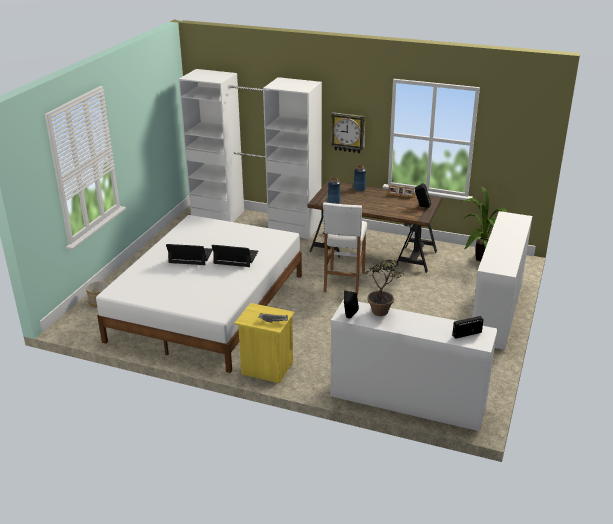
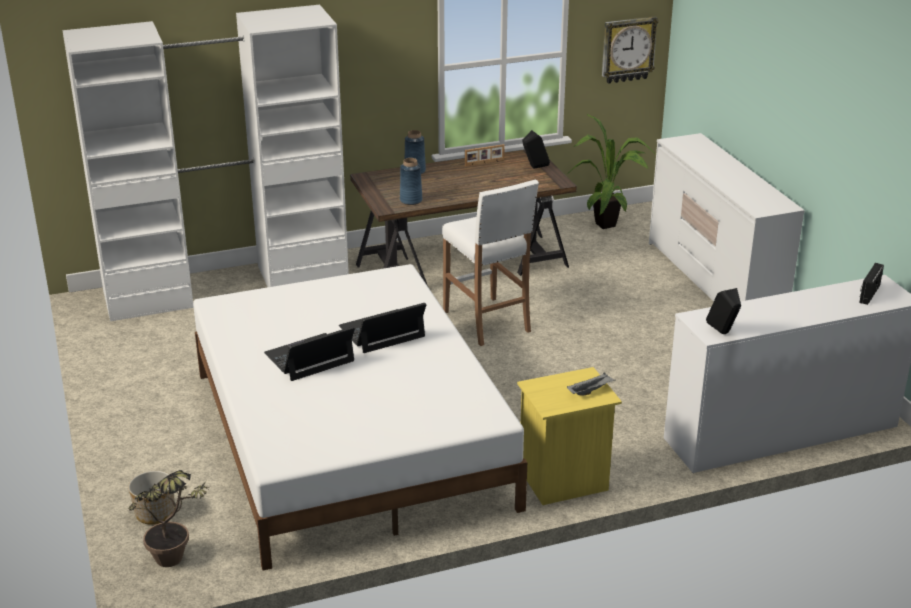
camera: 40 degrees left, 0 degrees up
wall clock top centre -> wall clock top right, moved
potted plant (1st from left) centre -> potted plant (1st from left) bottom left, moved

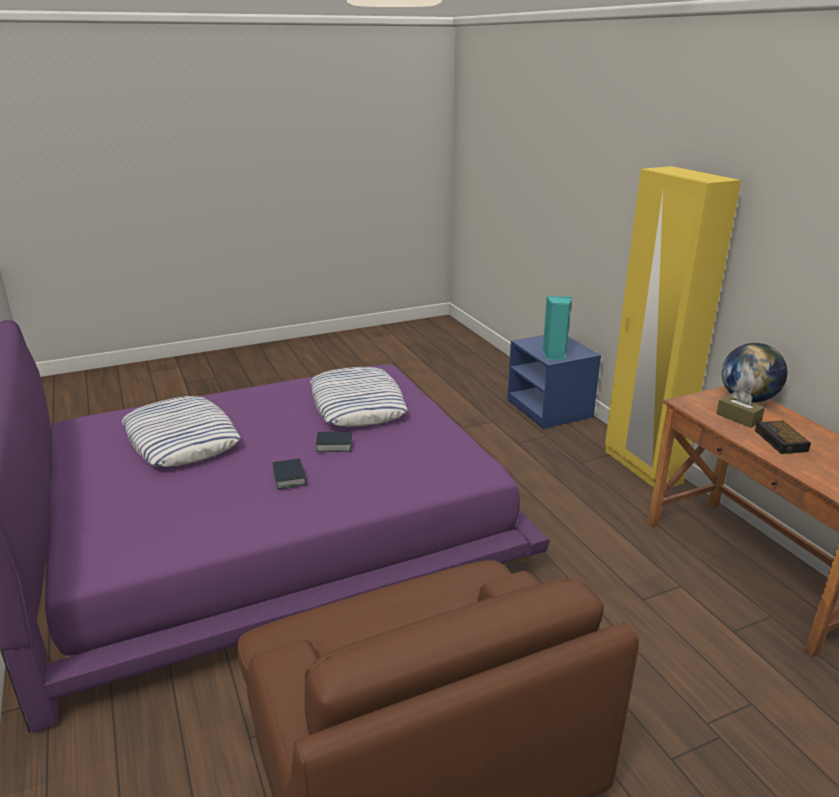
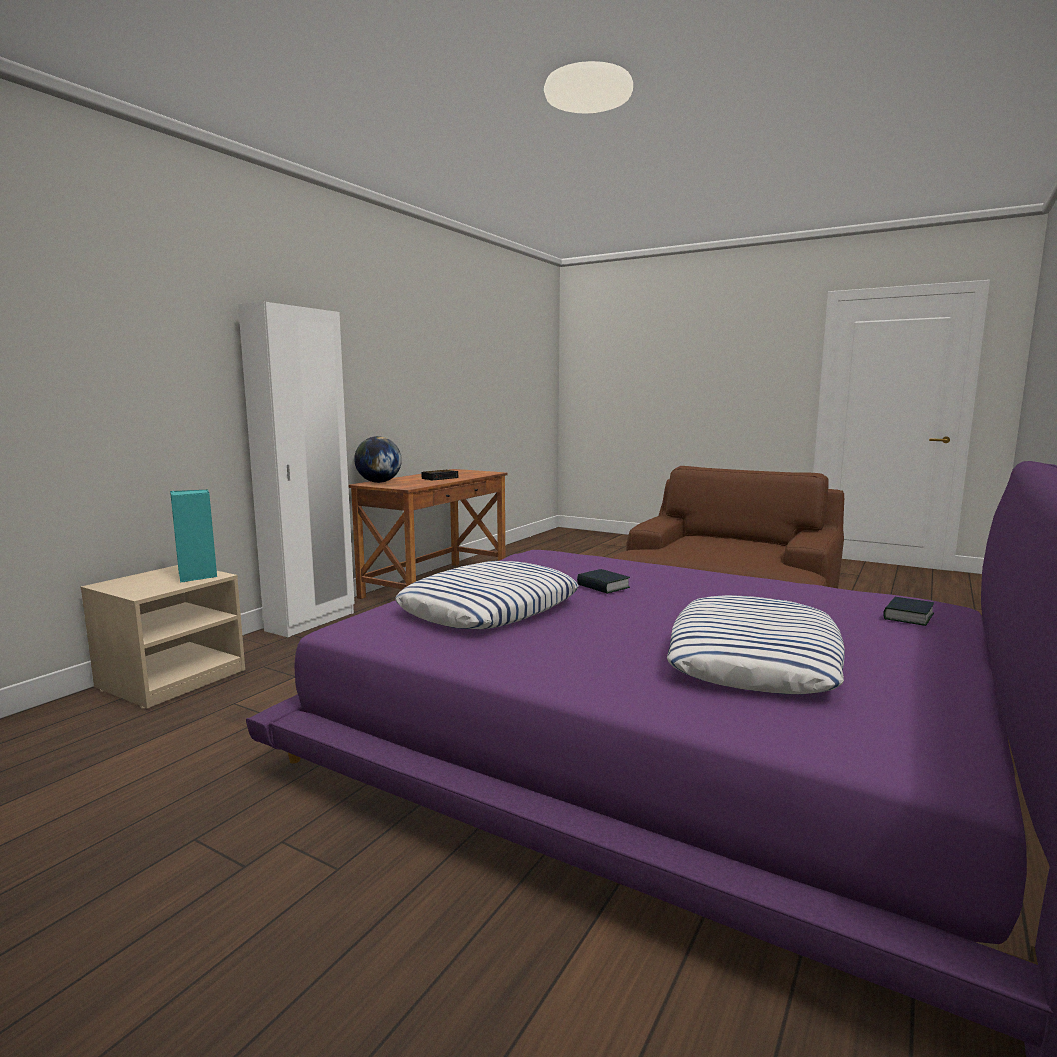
camera: 125 degrees left, 15 degrees down
wardrobe in yellow middle right -> wardrobe in white middle left
nightstand in blue centre -> nightstand in beige middle left
tissue box in brown middle right -> none
book (1st from left in the first image) centre -> book (2nd from left) middle right, moved

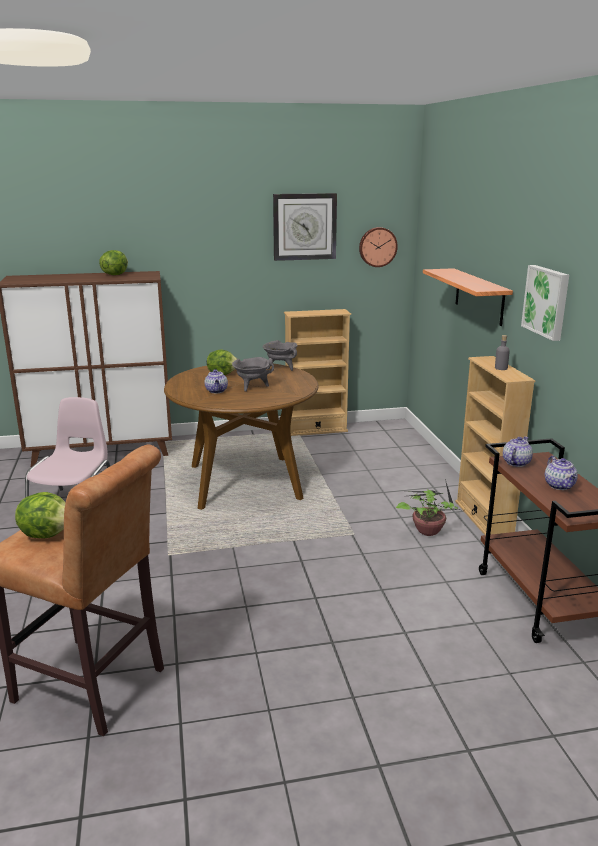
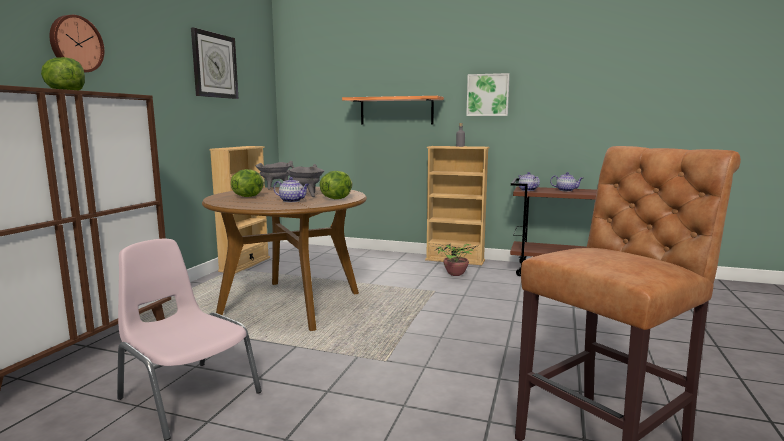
camera: 60 degrees left, 10 degrees down
wall clock (2nd from left in the first image) top centre -> wall clock (1st from left) top left, moved
lettuce (1st from left in the first image) middle left -> lettuce (3rd from left) centre, moved

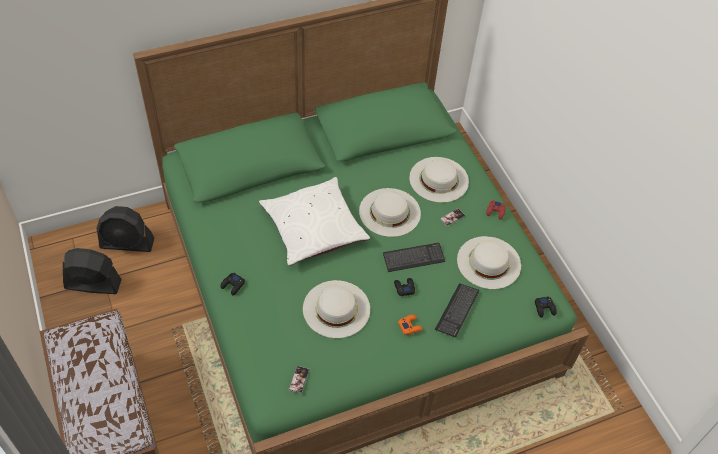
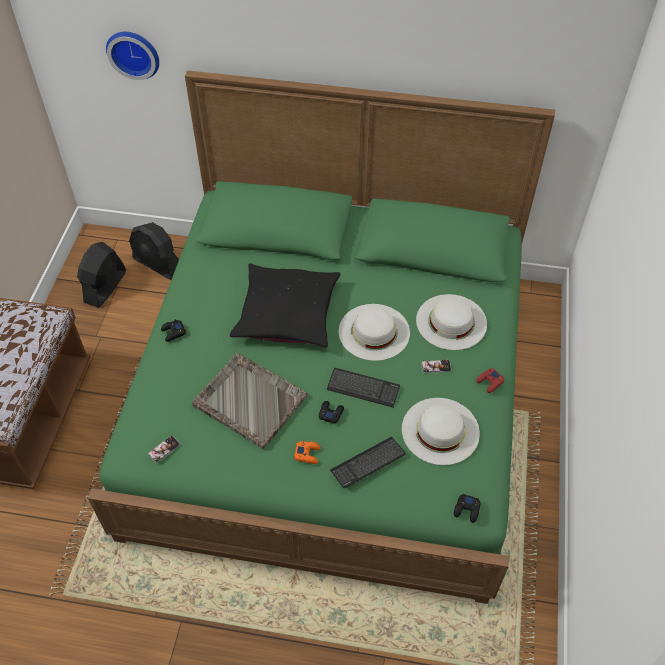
camera: 35 degrees right, 0 degrees up
pillow in white centre -> pillow in black centre
fan in black (1st from left) middle left, 105 degrees counterclockwise
hat in white (1st from left) bottom centre -> tray in grey centre
none -> wall clock top left

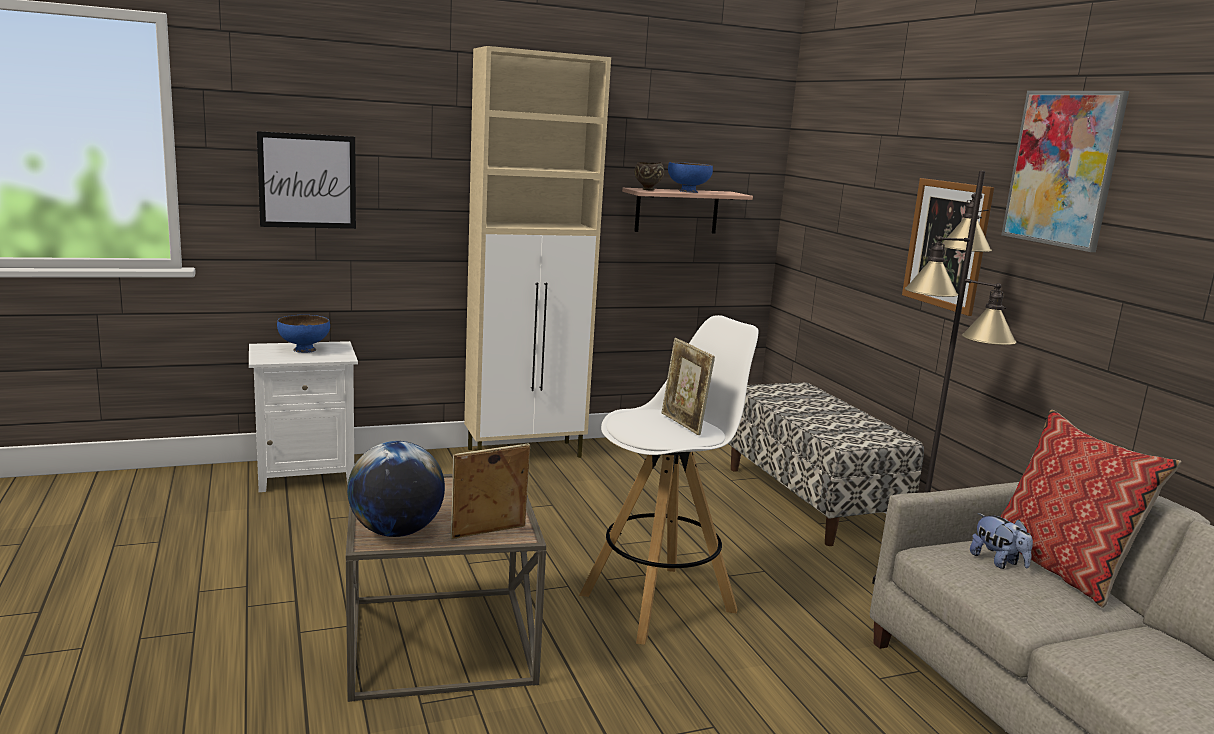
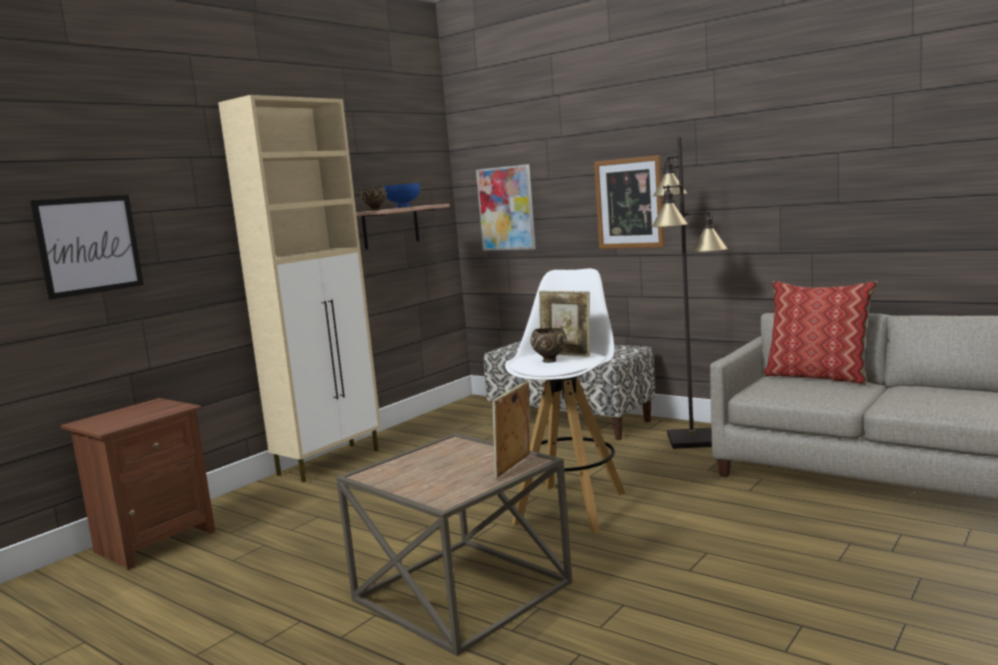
camera: 30 degrees left, 5 degrees down
picture (3rd from left in the first image) top right -> picture (2nd from left) top centre, moved
bowl in blue (1st from left) middle left -> none
nightstand in white middle left -> nightstand in brown bottom left
globe middle left -> none
plush toy bottom right -> none
none -> bowl in brown (2nd from left) centre

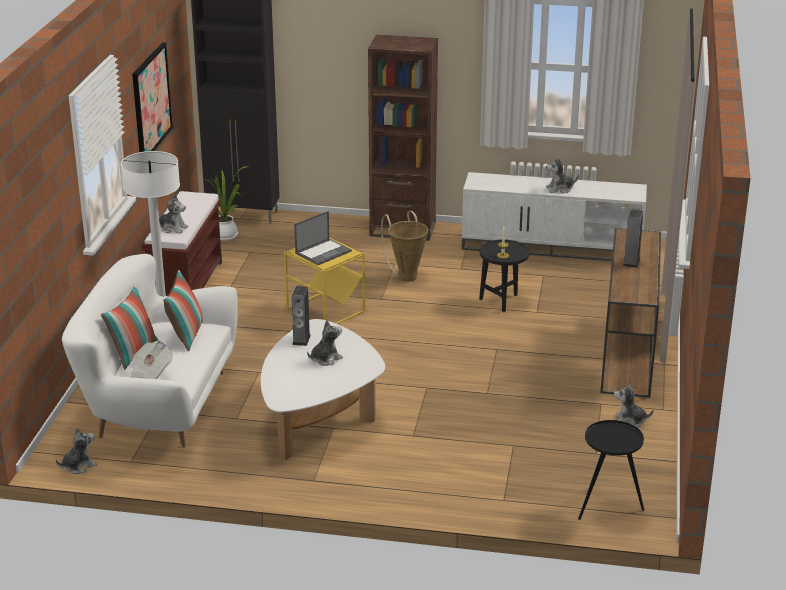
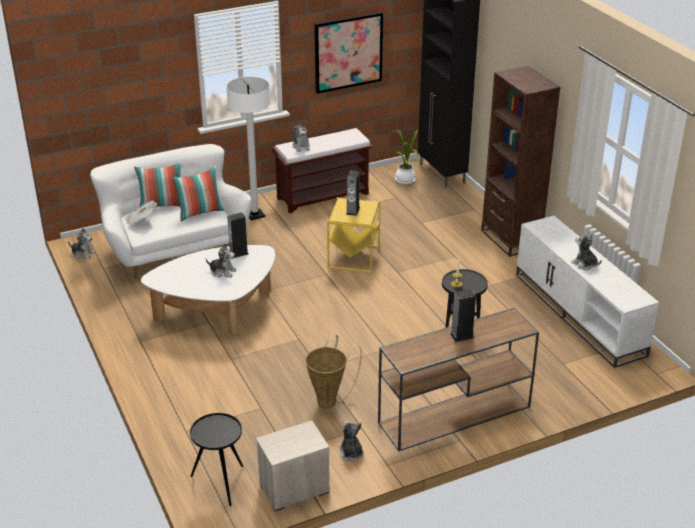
camera: 55 degrees right, 5 degrees up
laptop centre -> speaker (2nd from left) centre
basket centre -> basket bottom centre, moved
none -> nightstand bottom centre

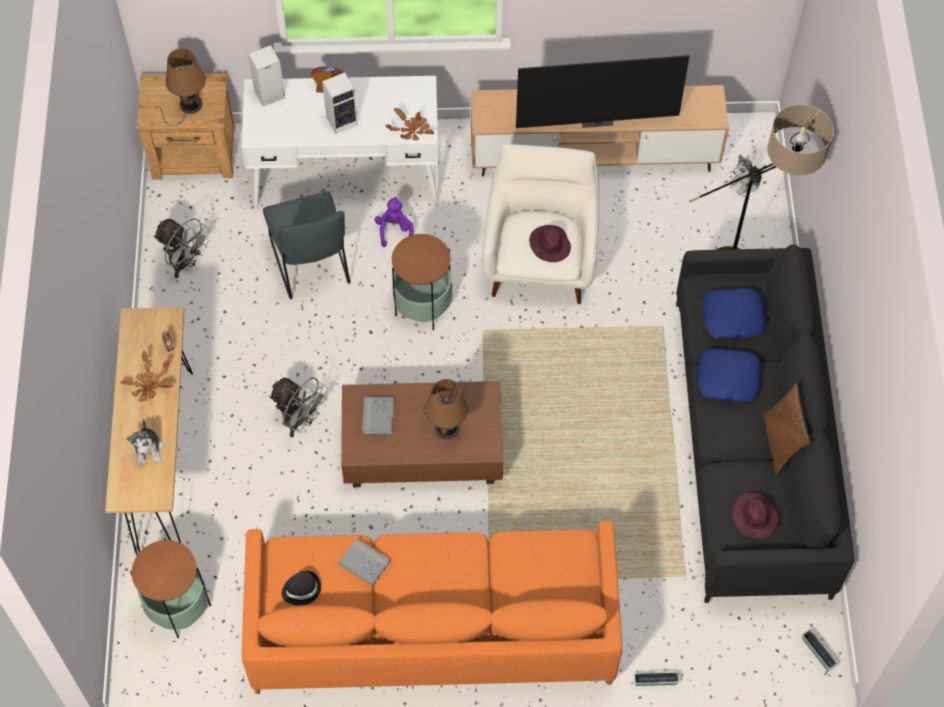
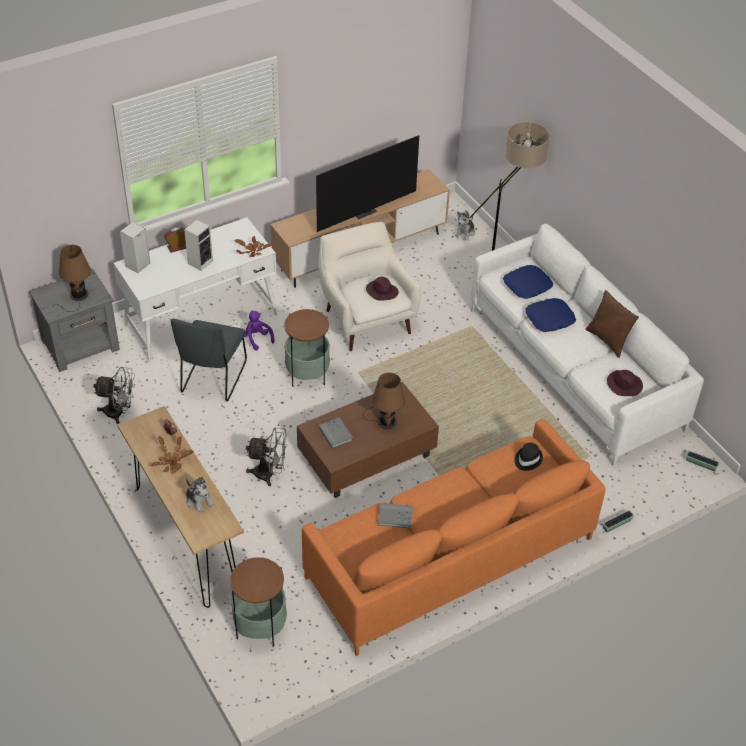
camera: 30 degrees left, 15 degrees down
nightstand in brown top left -> nightstand in grey middle left
chair in grey middle left, 60 degrees clockwise
sofa in black middle right -> sofa in white middle right
hat in black bottom left -> hat in black middle right, moved

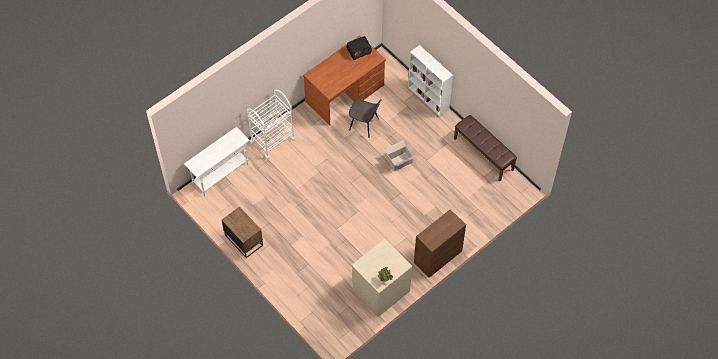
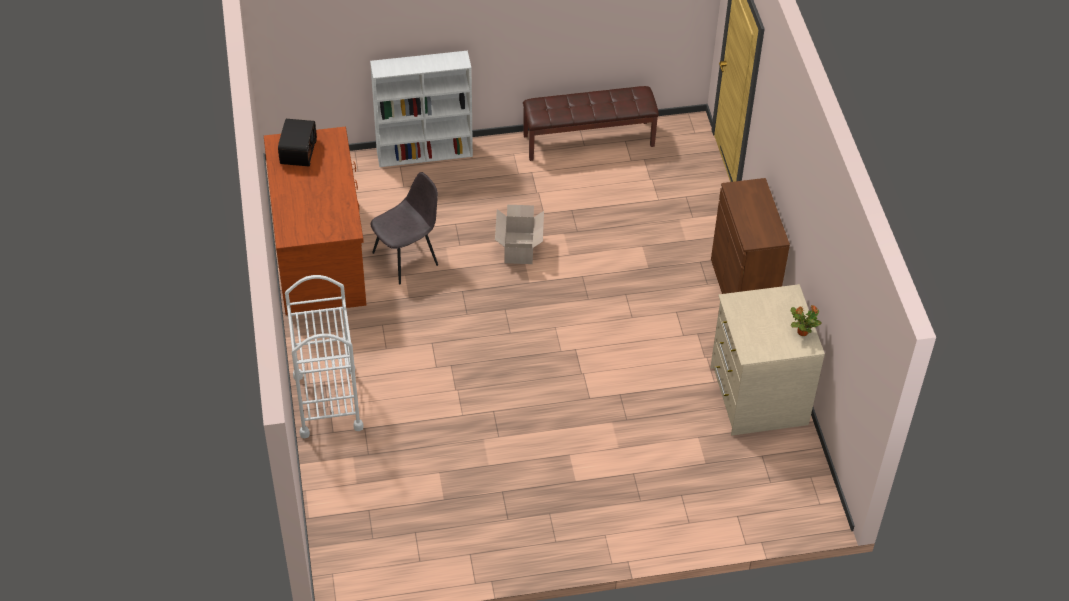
camera: 60 degrees left, 10 degrees down
console table in white middle left -> none
nightstand in brown centre -> none

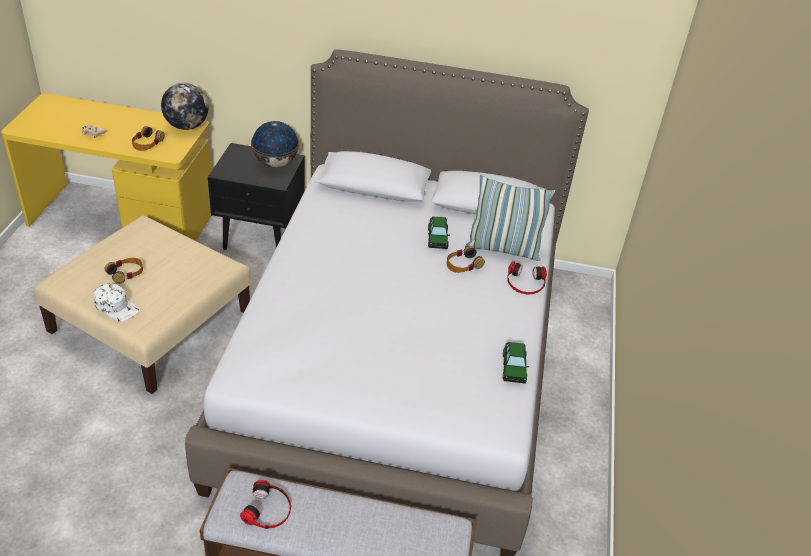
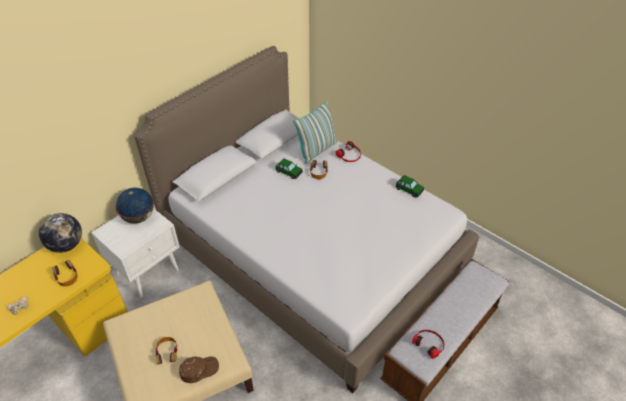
camera: 55 degrees left, 5 degrees up
nightstand in black middle left -> nightstand in white middle left
cap in white middle left -> cap in brown bottom left

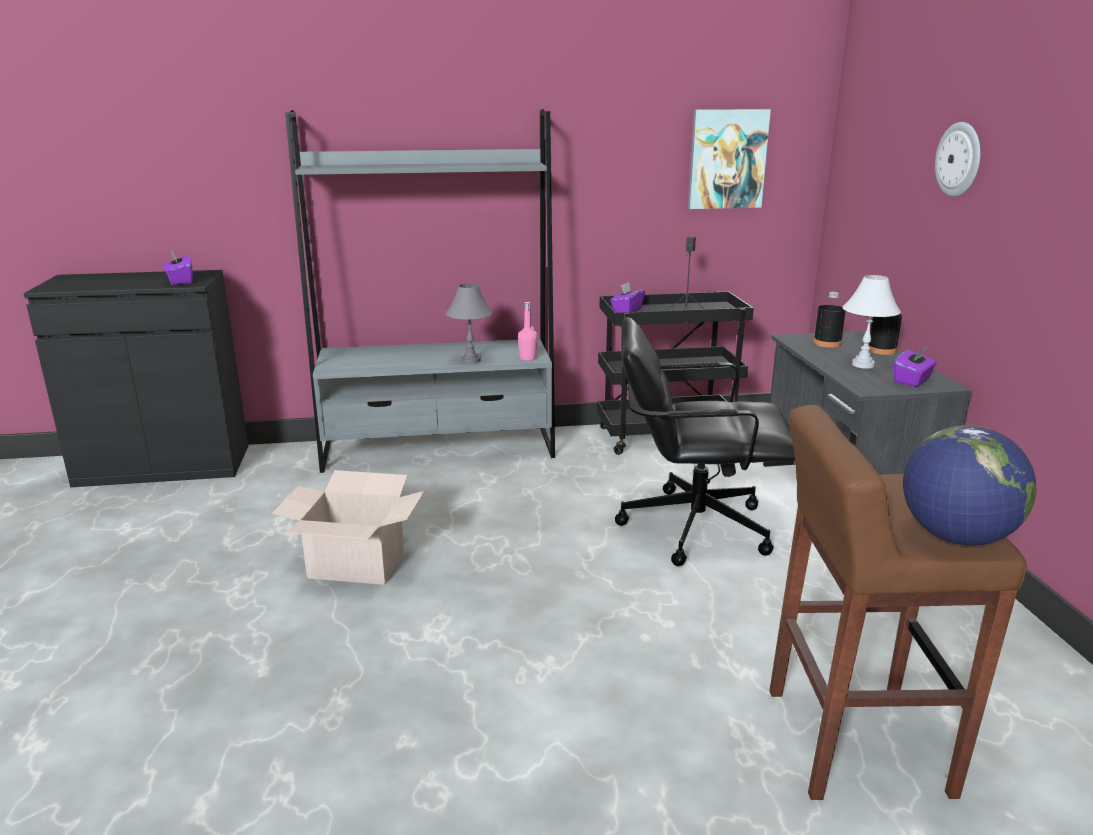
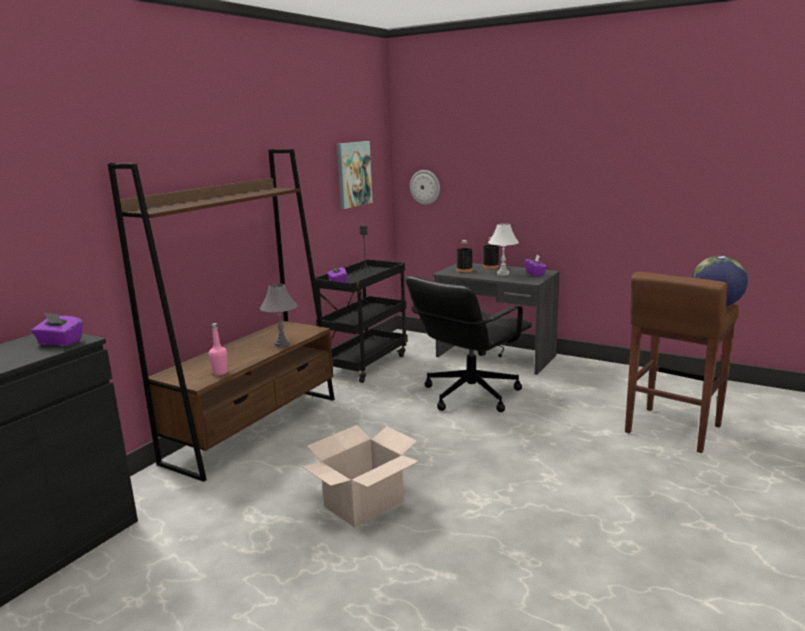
camera: 50 degrees left, 5 degrees down
bookcase in grey centre -> bookcase in brown middle left
wall clock top right -> wall clock top centre, moved
bottle in pink centre -> bottle in pink middle left, moved

